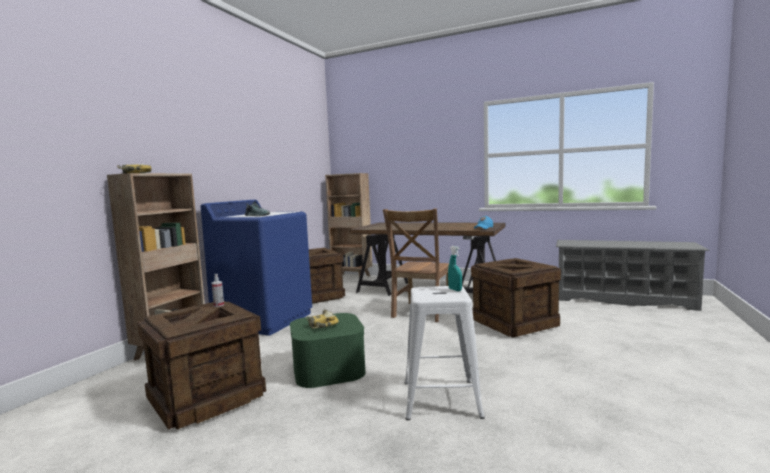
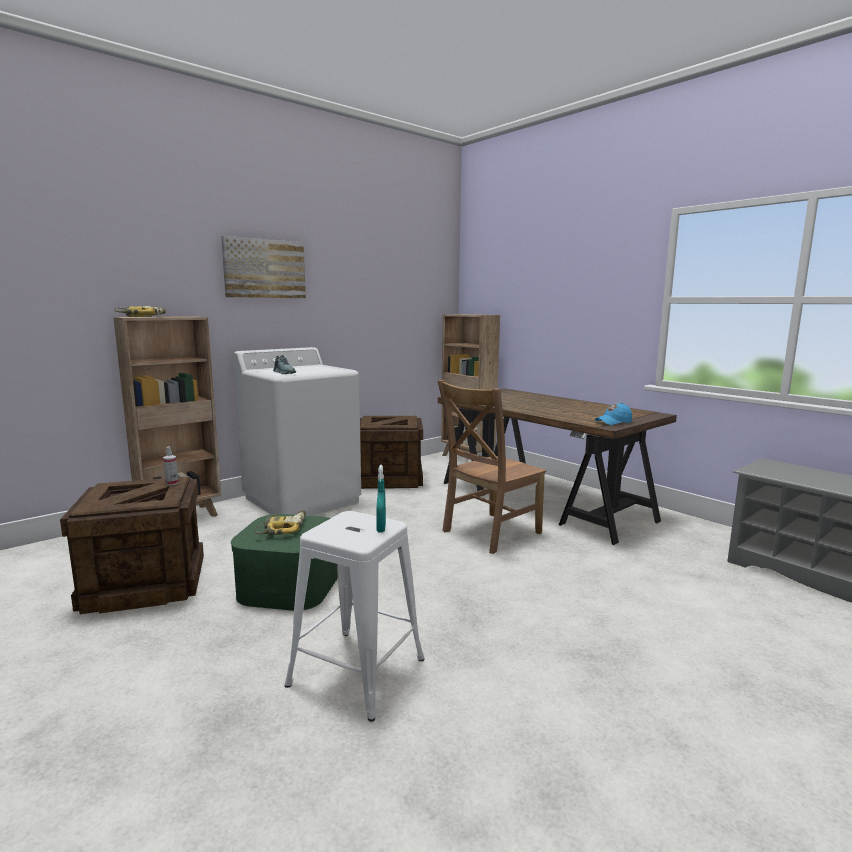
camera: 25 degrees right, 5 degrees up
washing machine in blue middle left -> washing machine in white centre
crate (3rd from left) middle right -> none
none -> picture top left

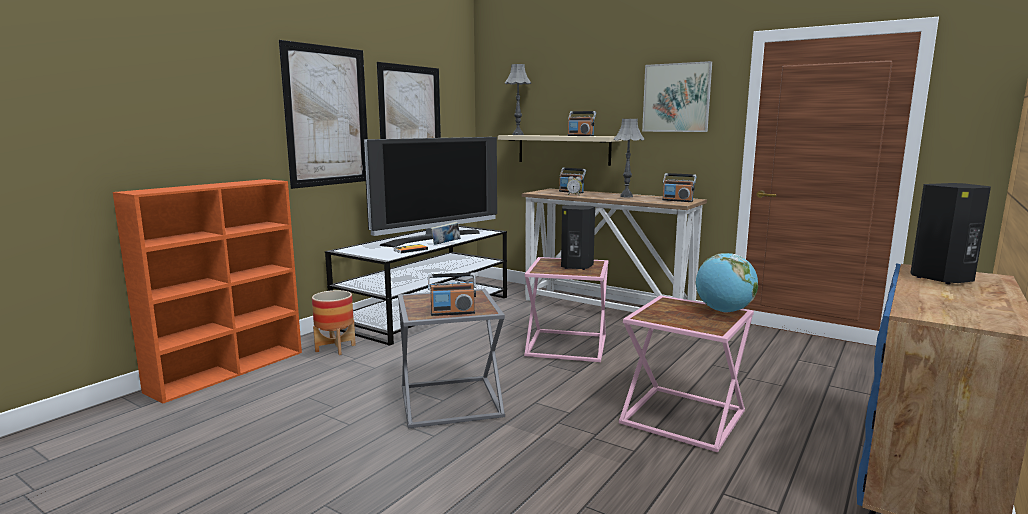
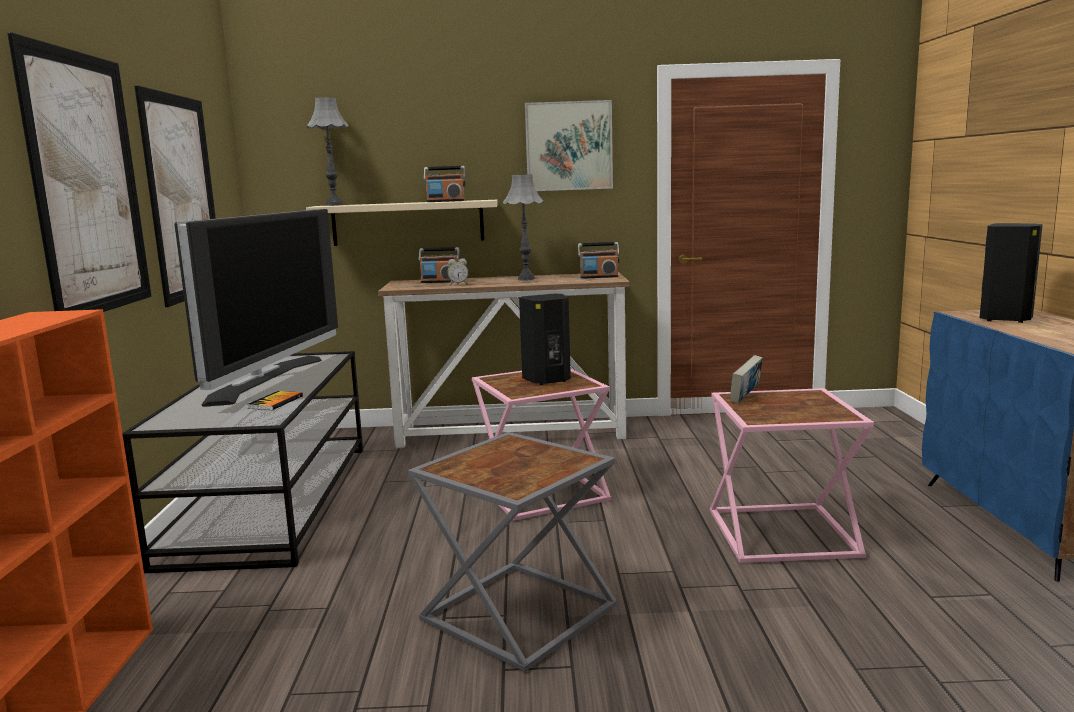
camera: 35 degrees left, 0 degrees up
book (2nd from left) centre -> book (2nd from left) middle right, moved
globe middle right -> none
radio (1st from left) centre -> none
planter middle left -> none

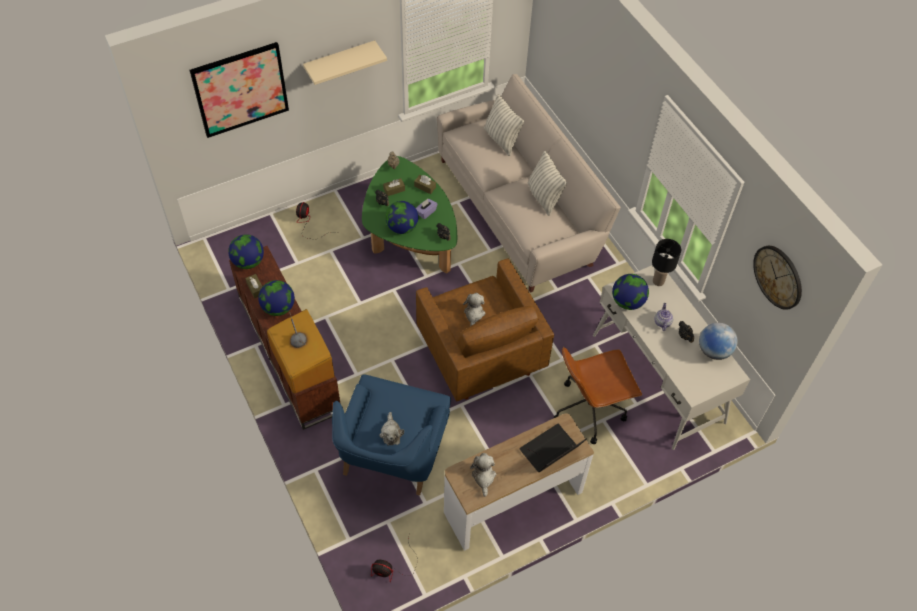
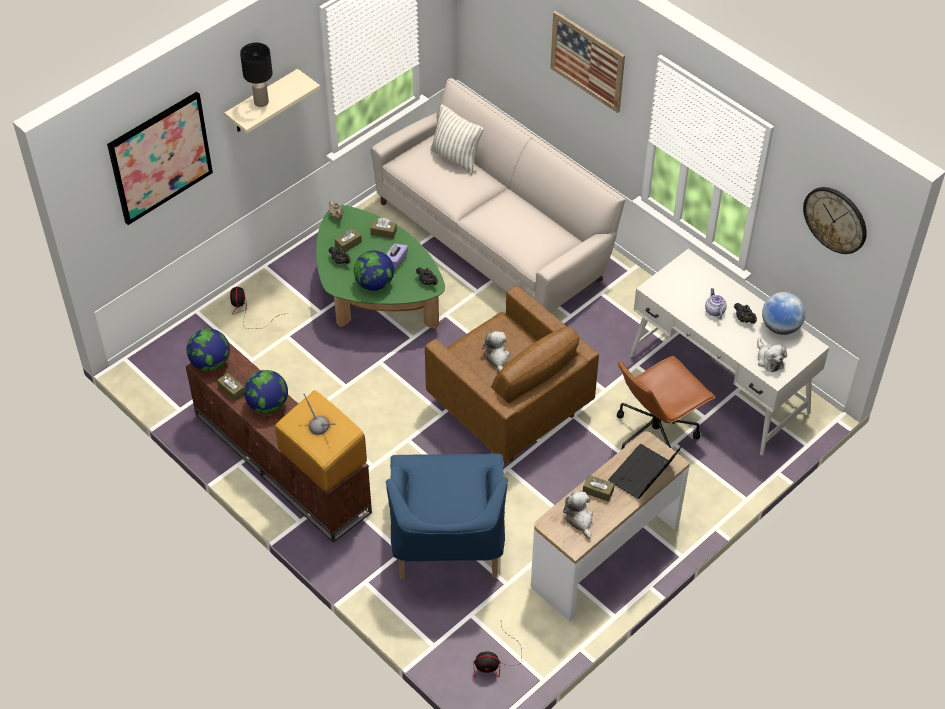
camera: 15 degrees left, 5 degrees down
pillow (2nd from left) top centre -> none
table lamp in black middle right -> table lamp in black top left, moved
globe (4th from left) middle right -> none
plush toy (1st from left in the first image) bottom centre -> plush toy (3rd from left) middle right, moved
none -> picture (2nd from left) top centre
none -> tissue box in brown (4th from left) bottom centre

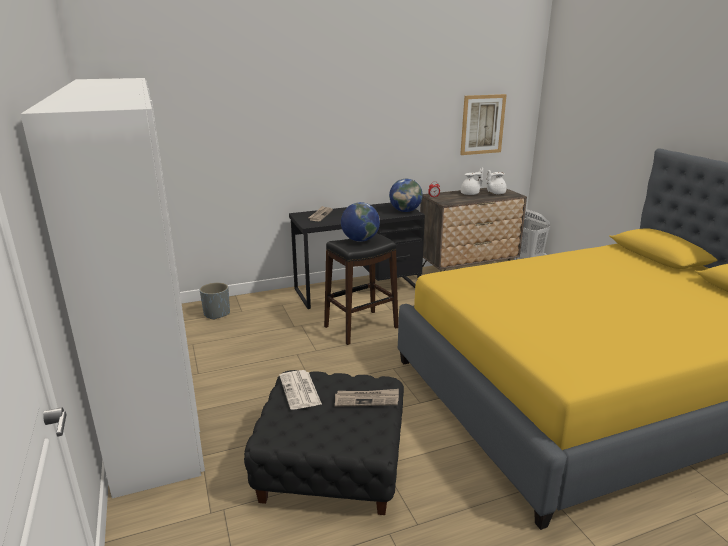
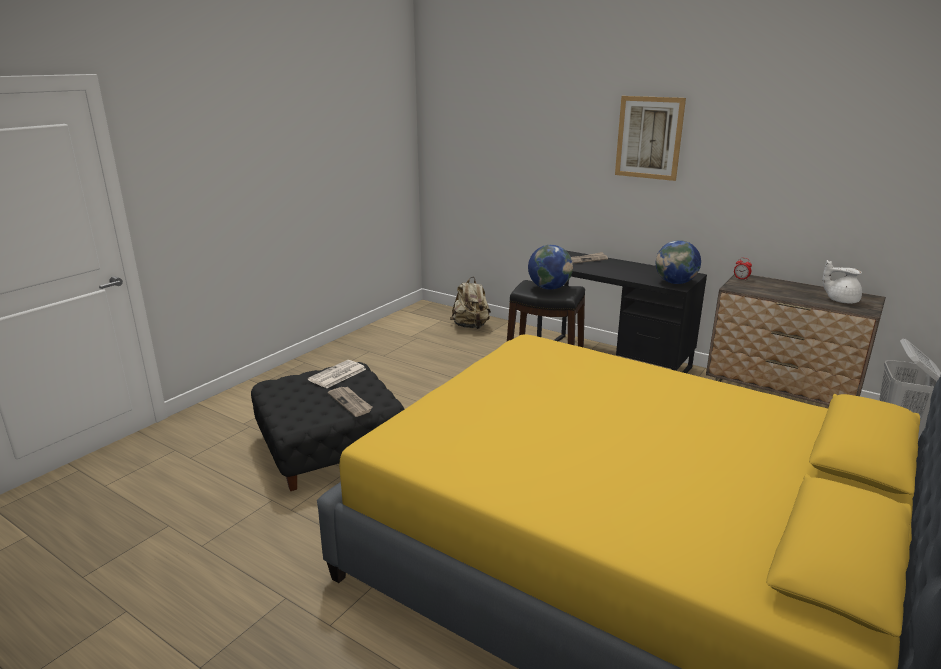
camera: 55 degrees right, 0 degrees up
wardrobe in white middle left -> none
picture top centre -> picture top right, moved
teapot in white (1st from left) top centre -> none
planter in grey middle left -> backpack in beige centre

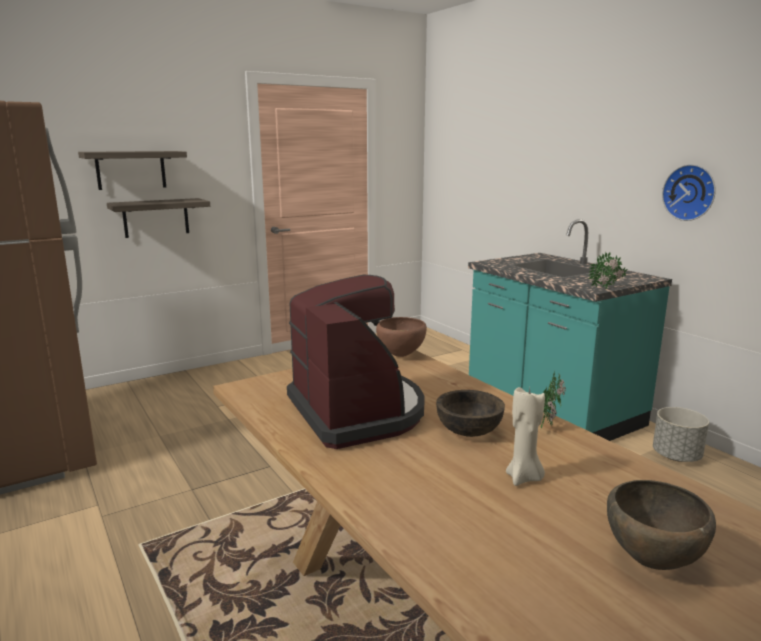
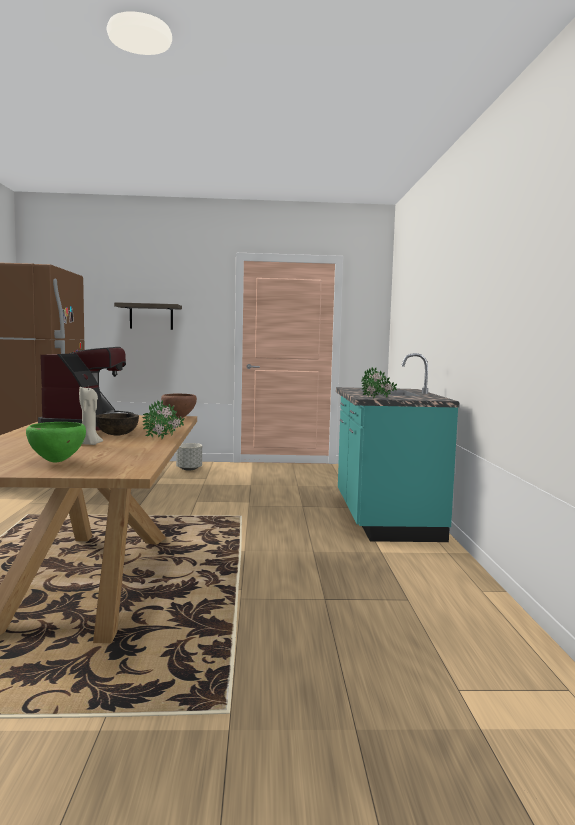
camera: 30 degrees right, 10 degrees down
wall clock top right -> none
shelf (2nd from left) middle left -> none
planter in grey bottom right -> planter in grey middle left, moved
bowl in brown (3rd from left) bottom right -> bowl in green middle left

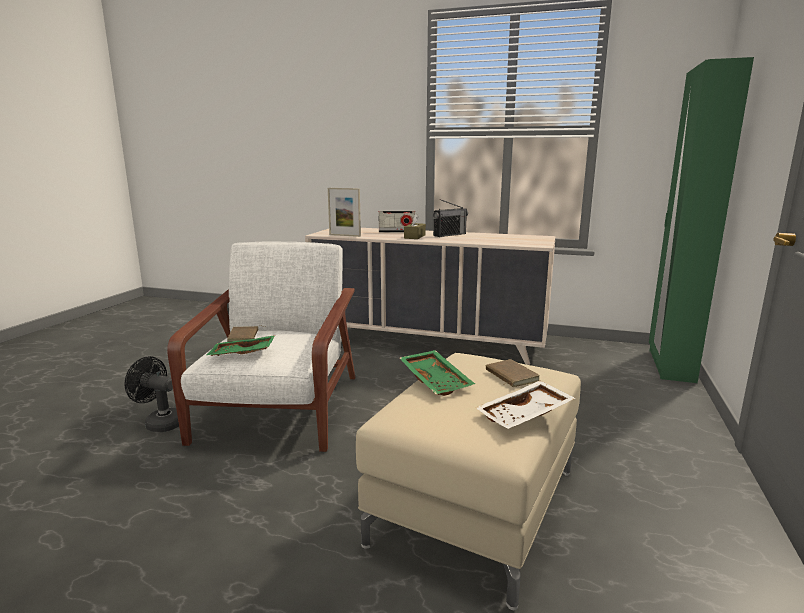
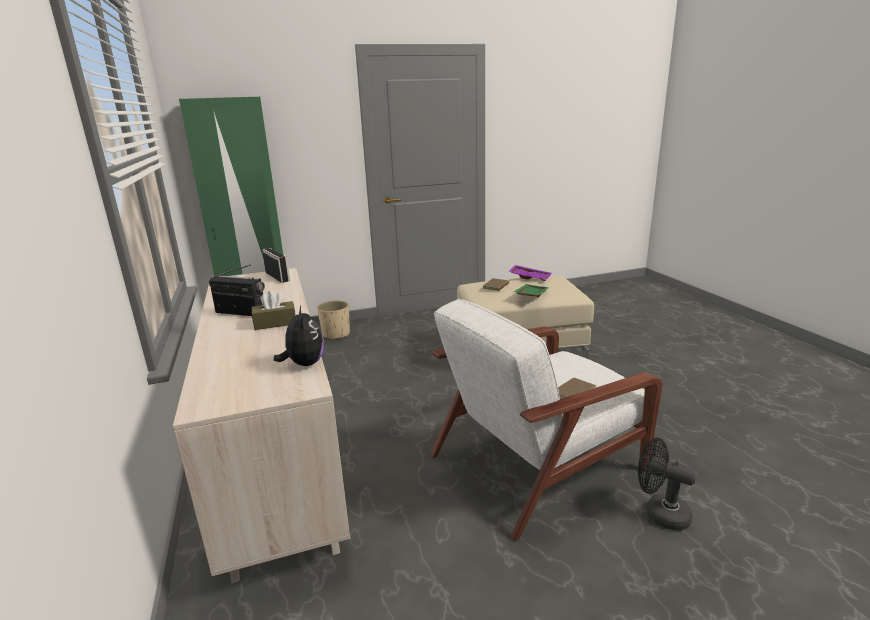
camera: 125 degrees left, 5 degrees up
picture frame centre -> plush toy centre
radio (1st from left in the first image) centre -> radio (2nd from left) middle left, moved
tray in green (1st from left) middle left -> none
fan in black middle left -> fan in black bottom right, 135 degrees clockwise
tray in white centre -> tray in purple centre
none -> planter in beige centre

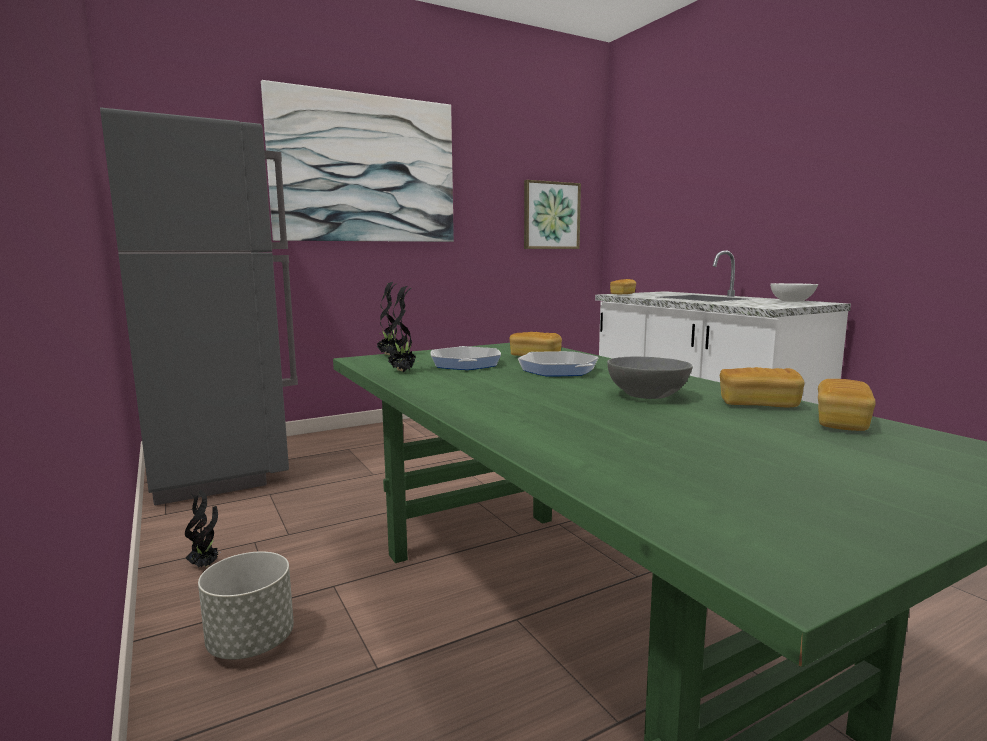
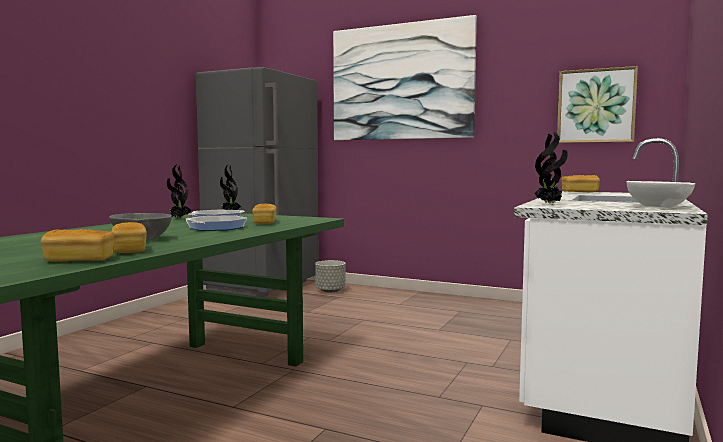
camera: 55 degrees right, 5 degrees down
potted plant (1st from left in the first image) bottom left -> potted plant (3rd from left) middle right, moved
planter in grey bottom left -> planter in grey centre, moved

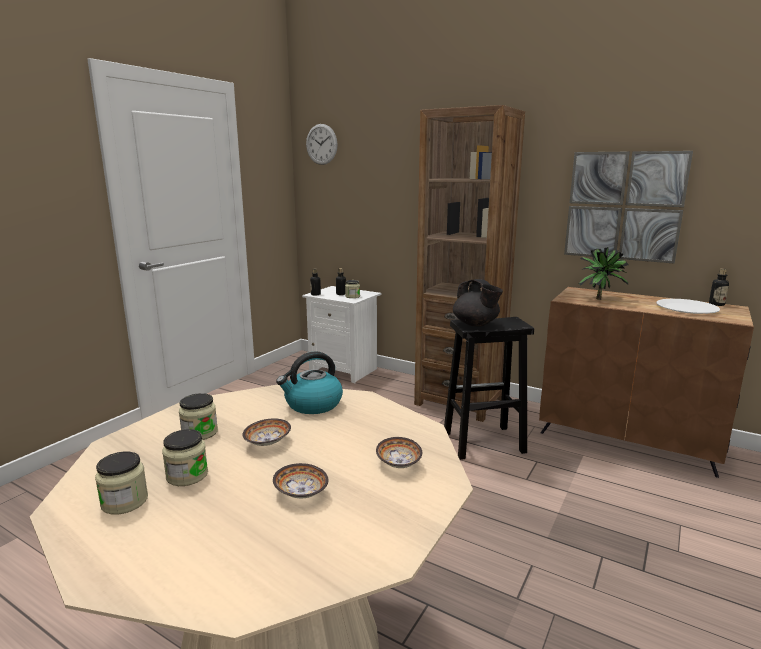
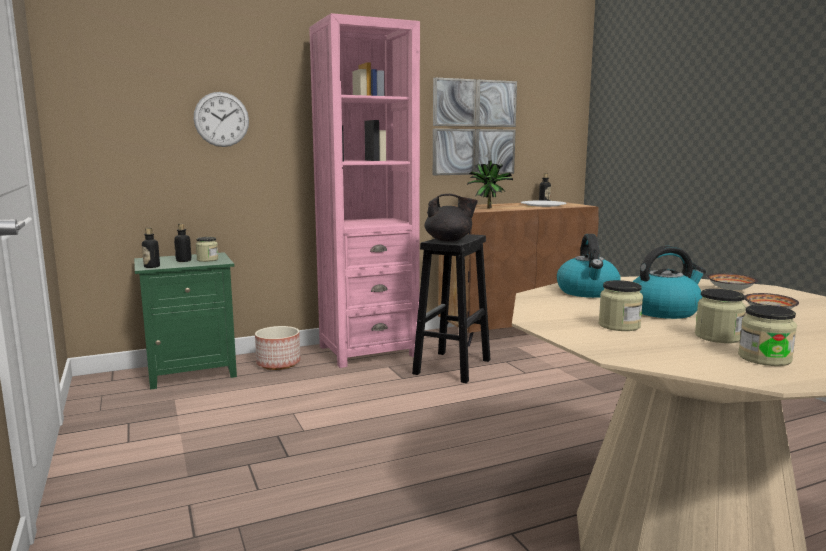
camera: 55 degrees left, 5 degrees down
bookcase in brown centre -> bookcase in pink centre
wall clock top centre -> wall clock top left, moved
nightstand in white centre -> nightstand in green middle left
bowl (1st from left) centre -> kettle (2nd from left) middle right
none -> planter centre

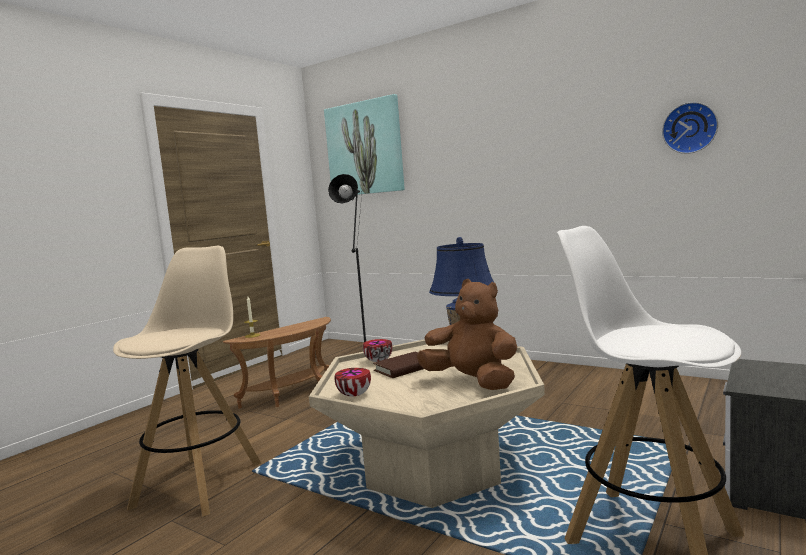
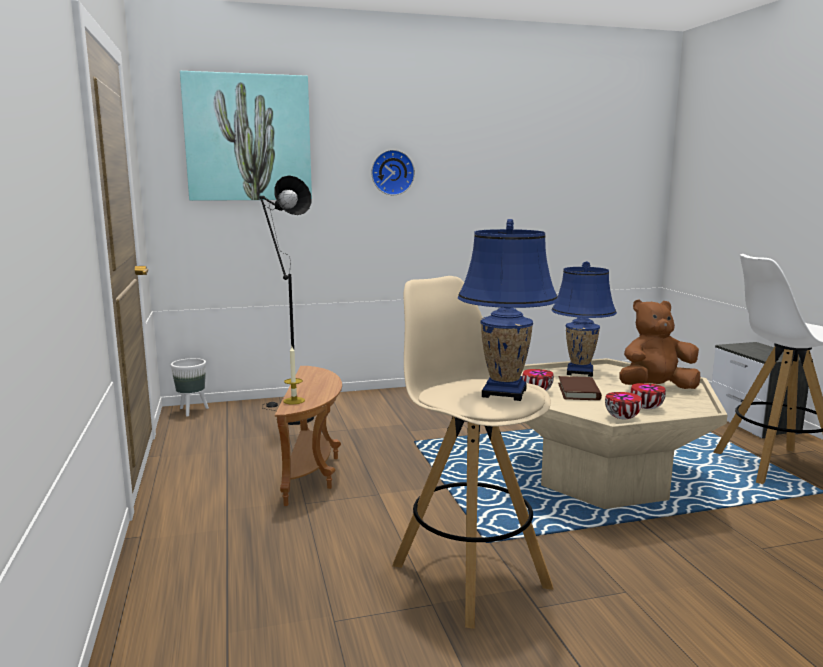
camera: 50 degrees left, 5 degrees up
wall clock top right -> wall clock top centre, moved
none -> table lamp in blue (1st from left) centre
none -> planter in white middle left
none -> bowl (3rd from left) middle right

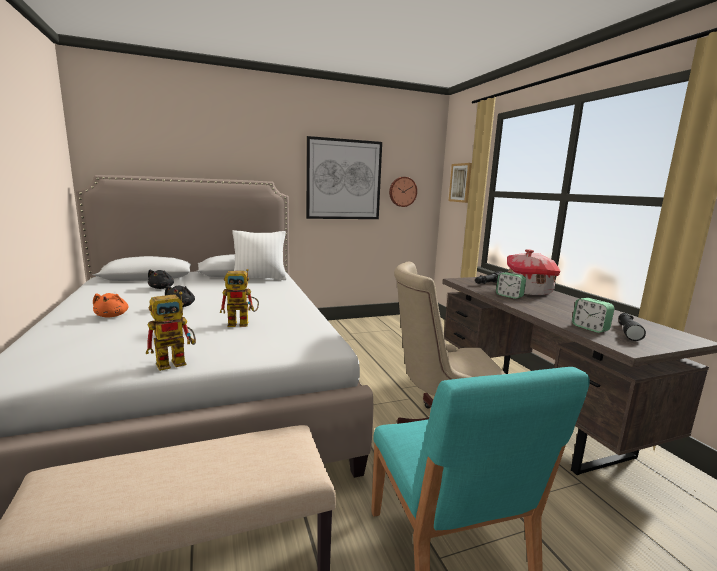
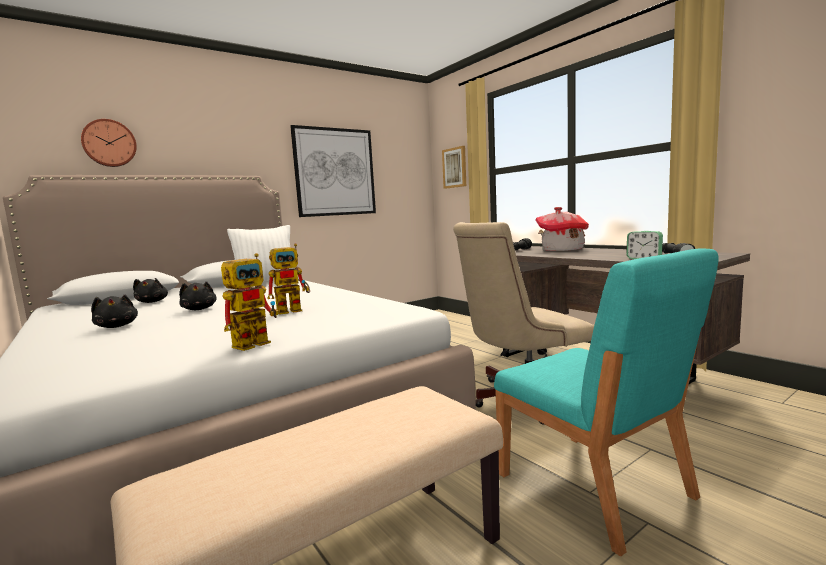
camera: 15 degrees left, 5 degrees down
wall clock centre -> wall clock top left, moved
alarm clock (1st from left) middle right -> none
plush toy in orange middle left -> plush toy in black (1st from left) middle left

